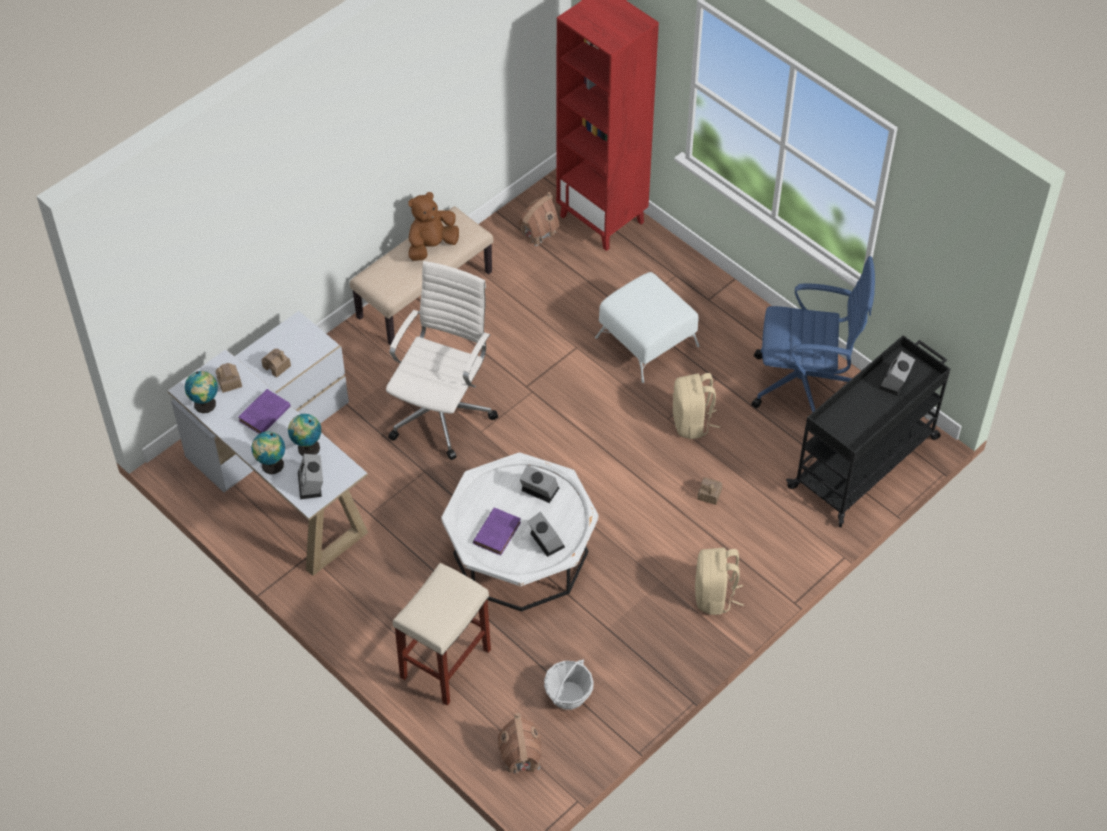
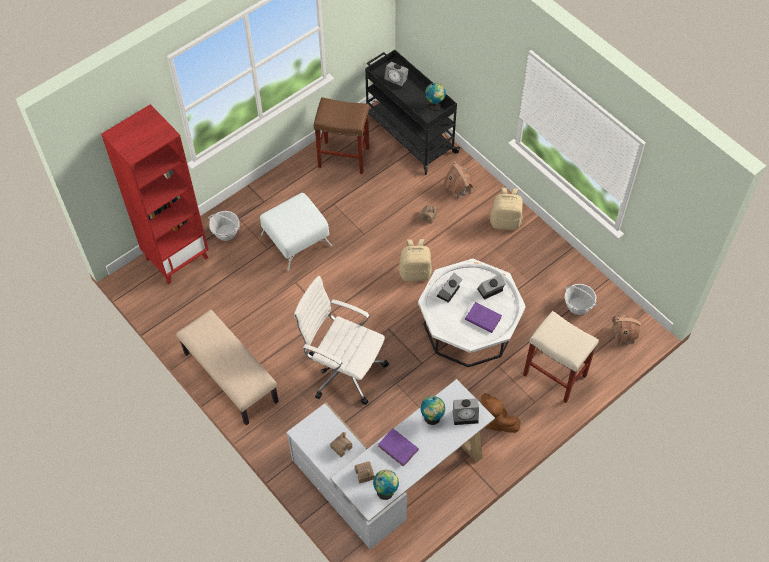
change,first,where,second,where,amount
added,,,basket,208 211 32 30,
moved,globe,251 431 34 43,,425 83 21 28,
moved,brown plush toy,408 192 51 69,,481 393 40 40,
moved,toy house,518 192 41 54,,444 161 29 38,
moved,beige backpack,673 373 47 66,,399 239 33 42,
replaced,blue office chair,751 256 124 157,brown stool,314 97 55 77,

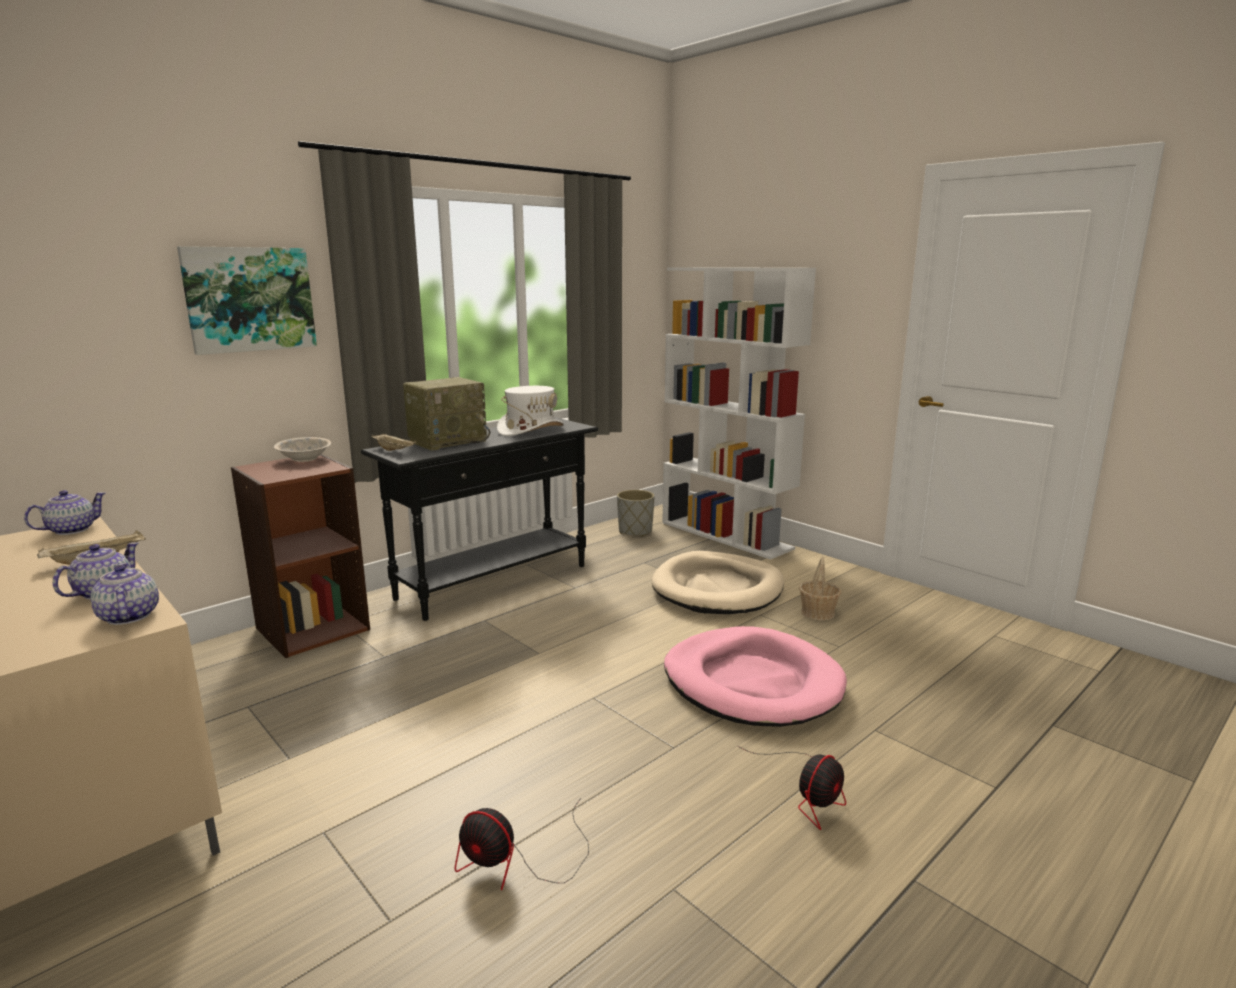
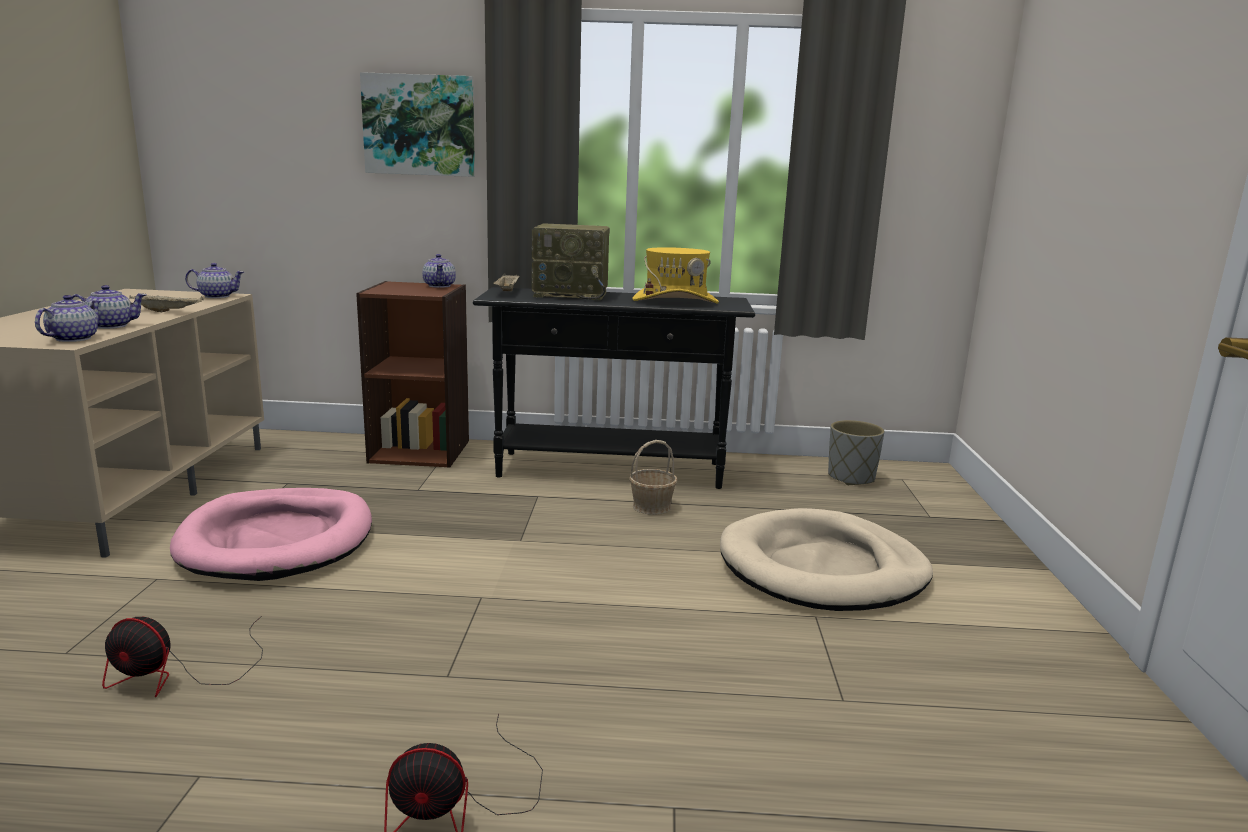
change,first,where,second,where,amount
removed,white bookcase,662 267 154 293,,,
moved,pink dog bed,664 626 183 101,,170 488 202 93,
moved,basket,799 556 42 65,,629 440 48 75,
replaced,beige bowl,274 437 57 25,teapot,422 254 34 34,
recoloured,white hat,497 386 67 50,yellow hat,632 247 87 57,
turned,fan,455 798 134 92,,102 616 161 81,60 degrees counterclockwise

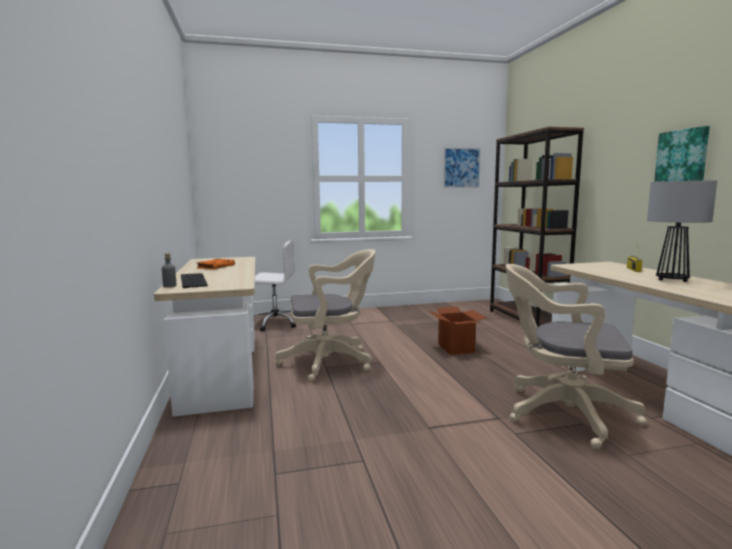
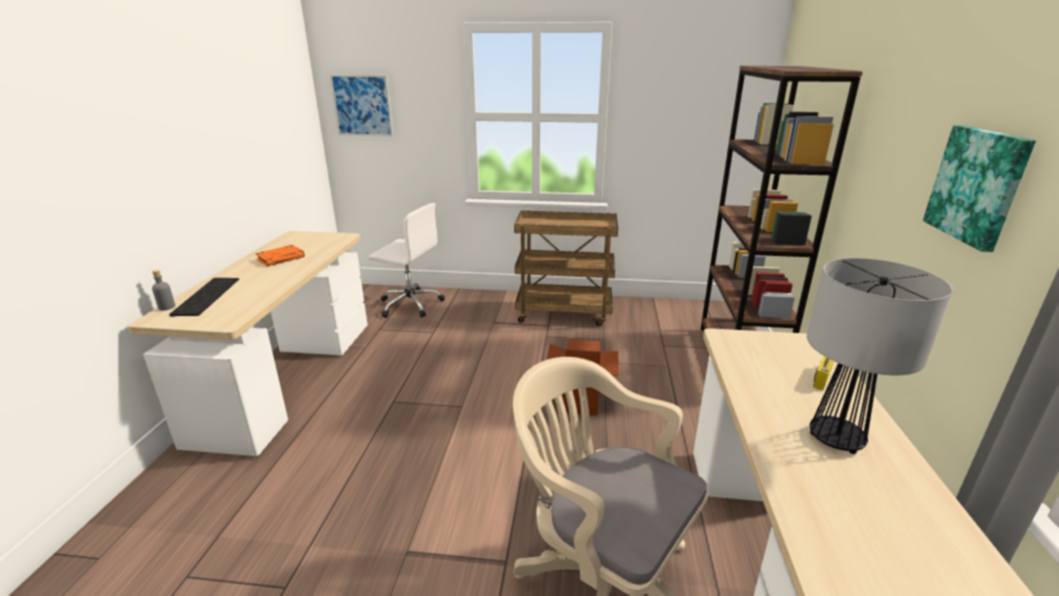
change,first,where,second,where,amount
removed,beige office chair,275 249 101 133,,,
added,,,brown cart,514 211 104 115,
moved,picture,443 147 38 41,,330 75 63 61,

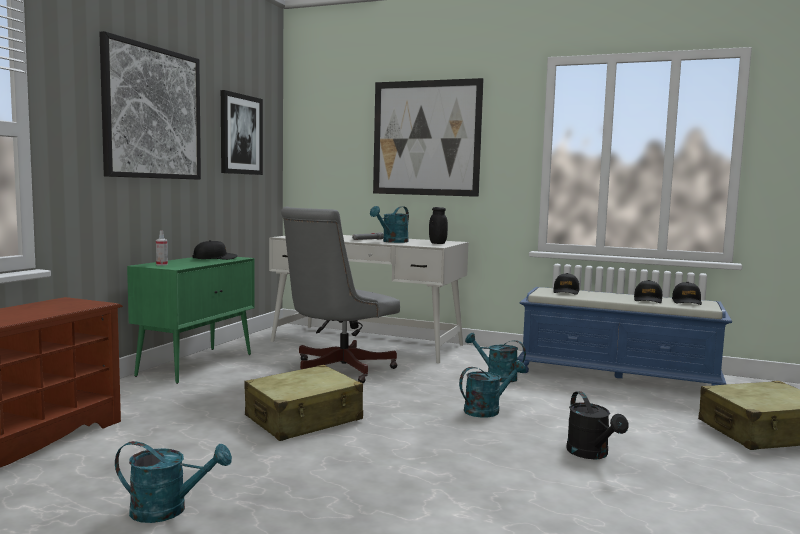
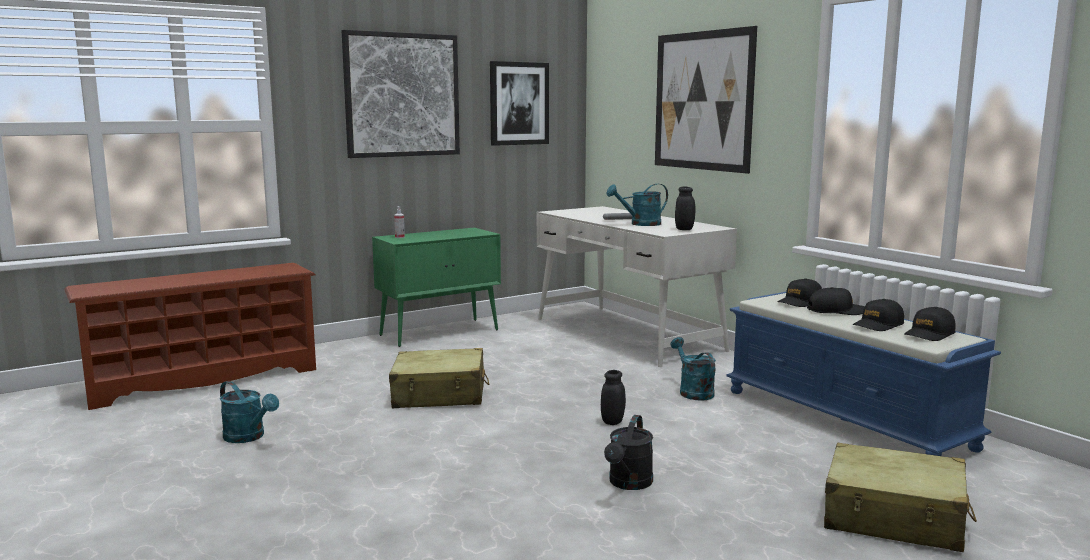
change,first,where,second,where,amount
removed,grey office chair,281 207 119 176,,,
moved,black cap,193 240 45 20,,807 287 58 28,
replaced,turquoise watering can,459 360 67 58,black jar,601 370 25 55,

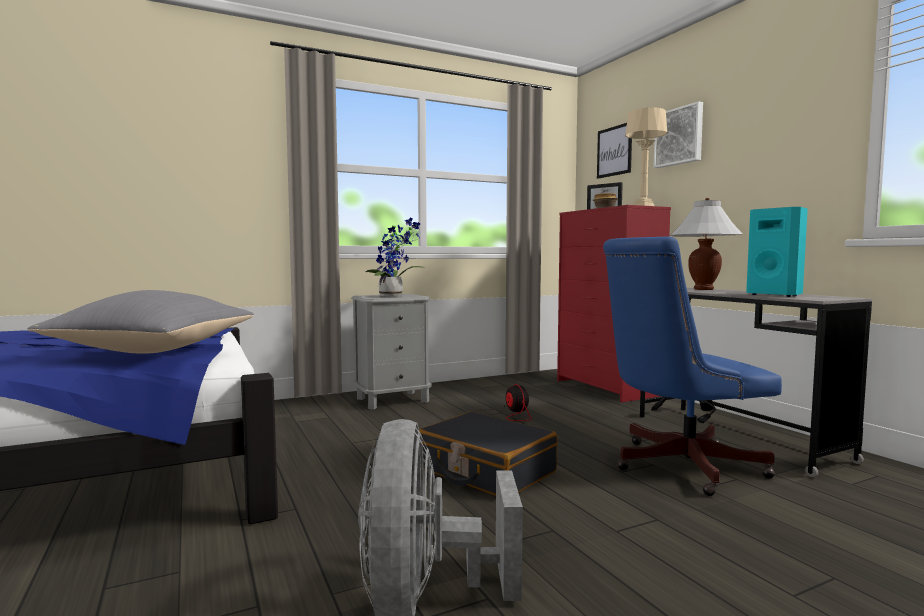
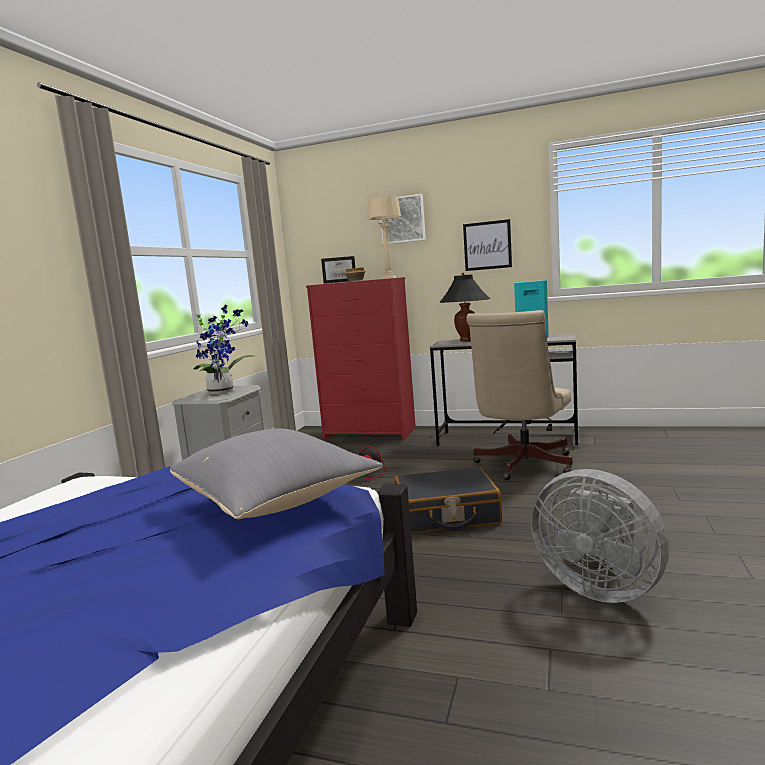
change,first,where,second,where,amount
moved,picture,597 123 35 56,,463 219 49 52,
recoloured,blue office chair,603 237 179 259,beige office chair,466 310 107 170,
recoloured,white table lamp,670 198 74 92,black table lamp,439 273 51 69,

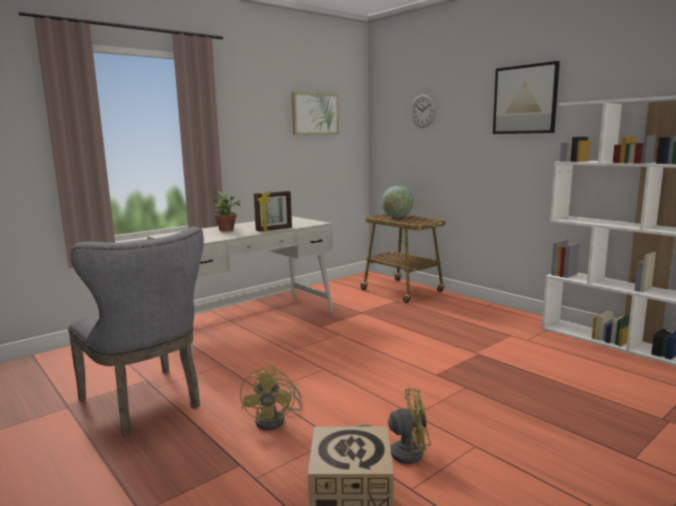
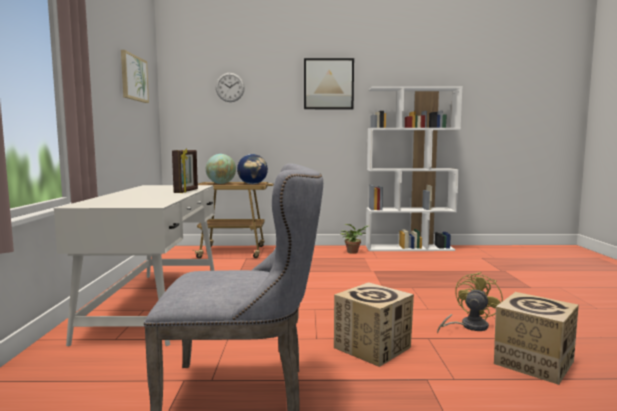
change,first,where,second,where,amount
added,,,globe,237 154 31 30,
moved,potted plant,212 191 29 40,,341 224 29 30,
replaced,yellow fan,240 365 63 65,cardboard box,334 282 80 85,

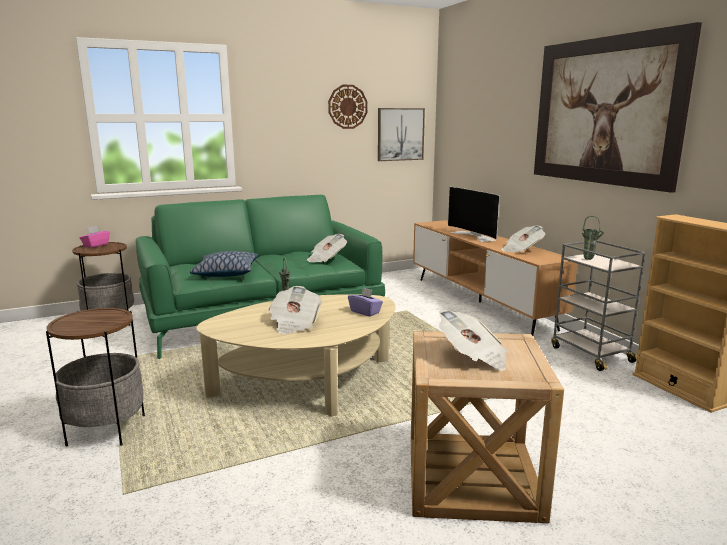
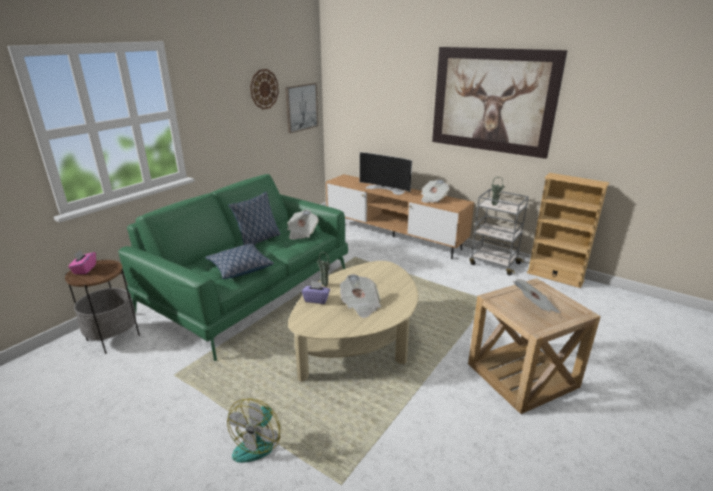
change,first,where,second,where,amount
added,,,pillow,228 192 53 53,
moved,purple tissue box,348 287 35 29,,302 281 28 23,
replaced,side table,46 308 99 139,fan,227 399 55 64,

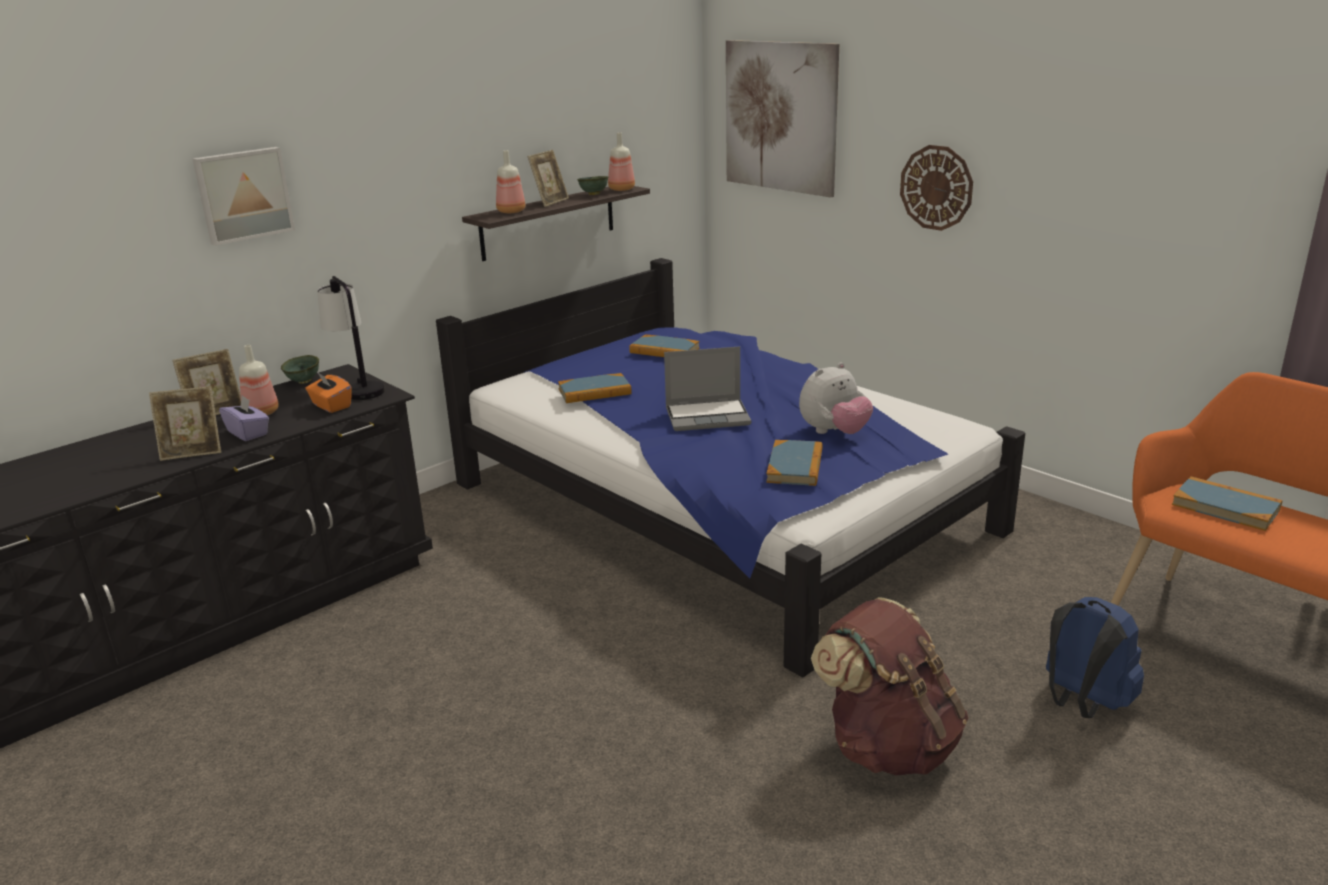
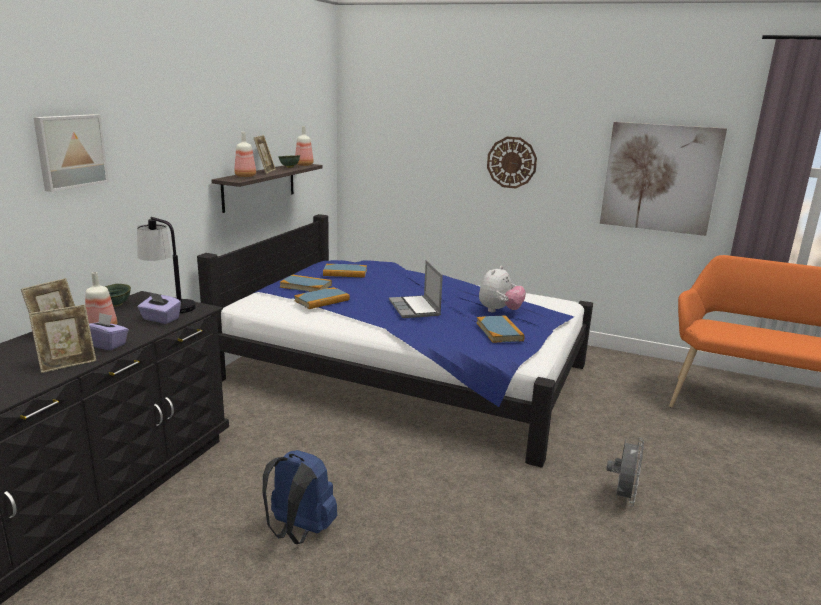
change,first,where,second,where,amount
moved,picture,726 40 113 158,,600 122 127 114,
moved,blue backpack,1046 597 98 121,,263 450 74 94,
moved,book,1172 476 111 55,,280 275 52 17,
replaced,brown backpack,811 597 158 178,grey fan,606 438 38 68,
recoloured,orange tissue box,306 372 46 41,purple tissue box,138 292 43 32,
turned,laptop,664 346 87 85,,389 260 54 58,105 degrees clockwise

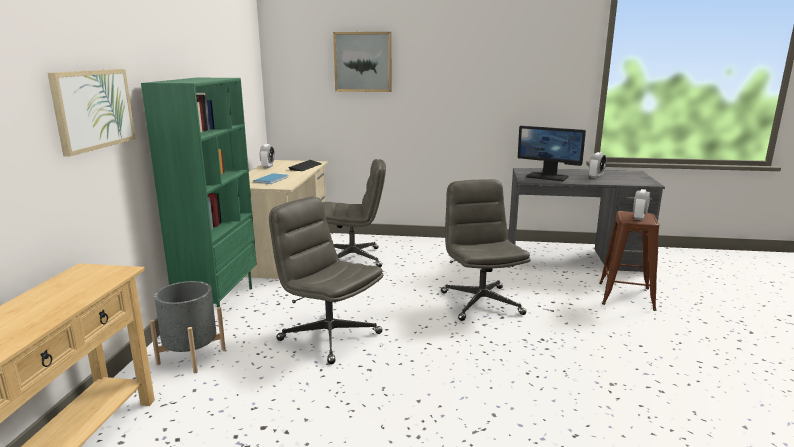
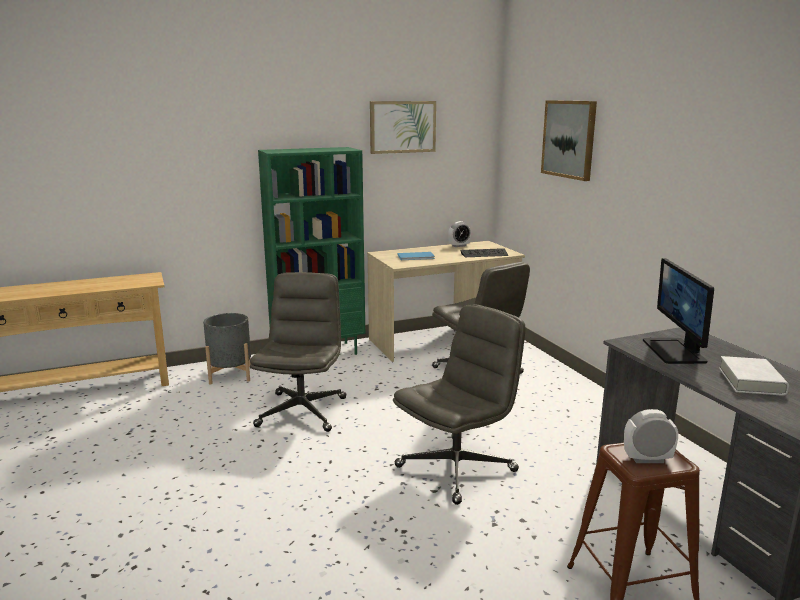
change,first,where,second,where,amount
moved,picture,48 69 88 88,,370 101 66 53,
replaced,alarm clock,589 152 17 27,white book,719 356 70 40,

